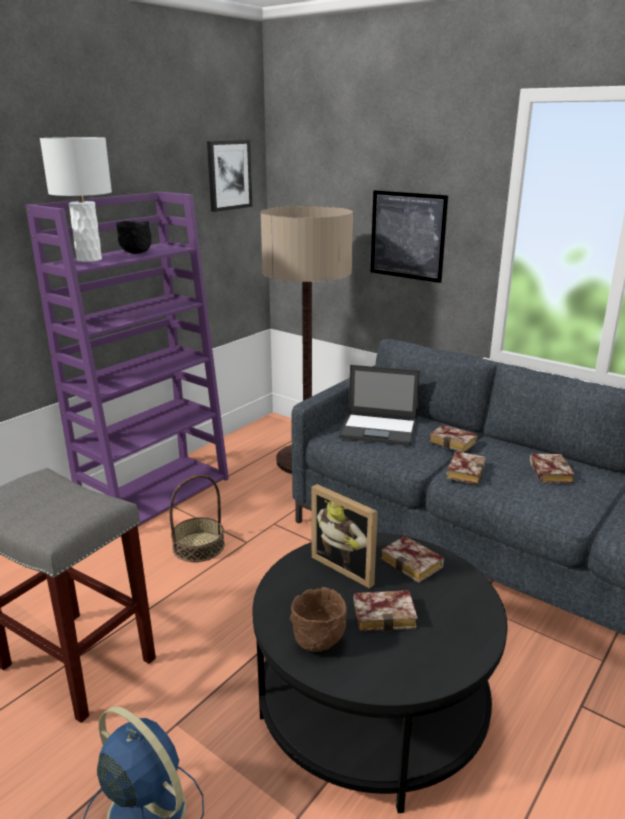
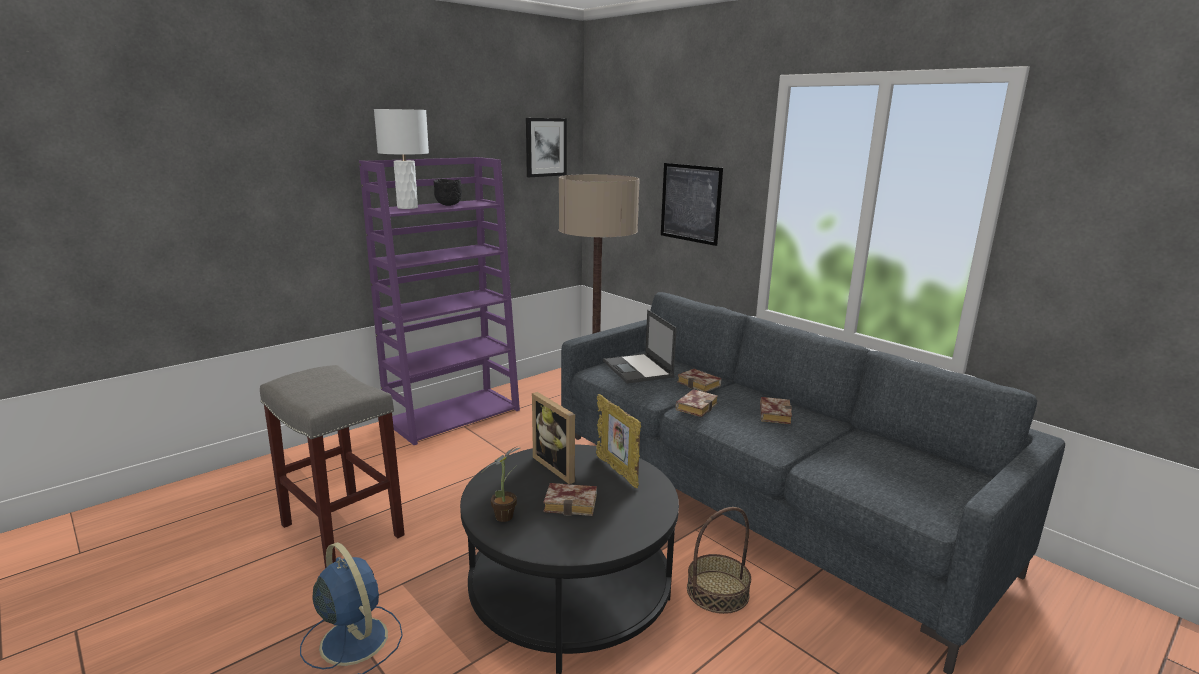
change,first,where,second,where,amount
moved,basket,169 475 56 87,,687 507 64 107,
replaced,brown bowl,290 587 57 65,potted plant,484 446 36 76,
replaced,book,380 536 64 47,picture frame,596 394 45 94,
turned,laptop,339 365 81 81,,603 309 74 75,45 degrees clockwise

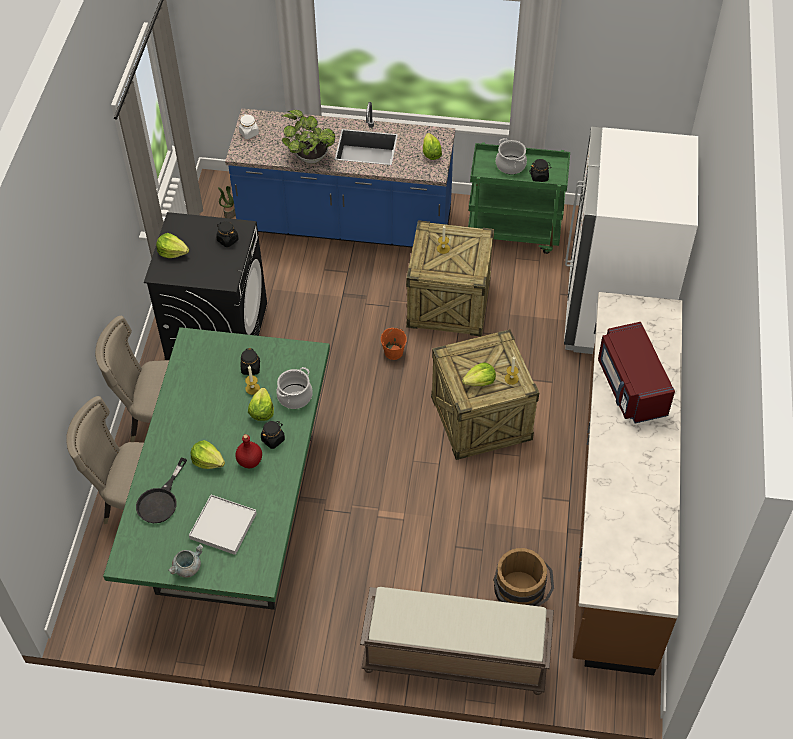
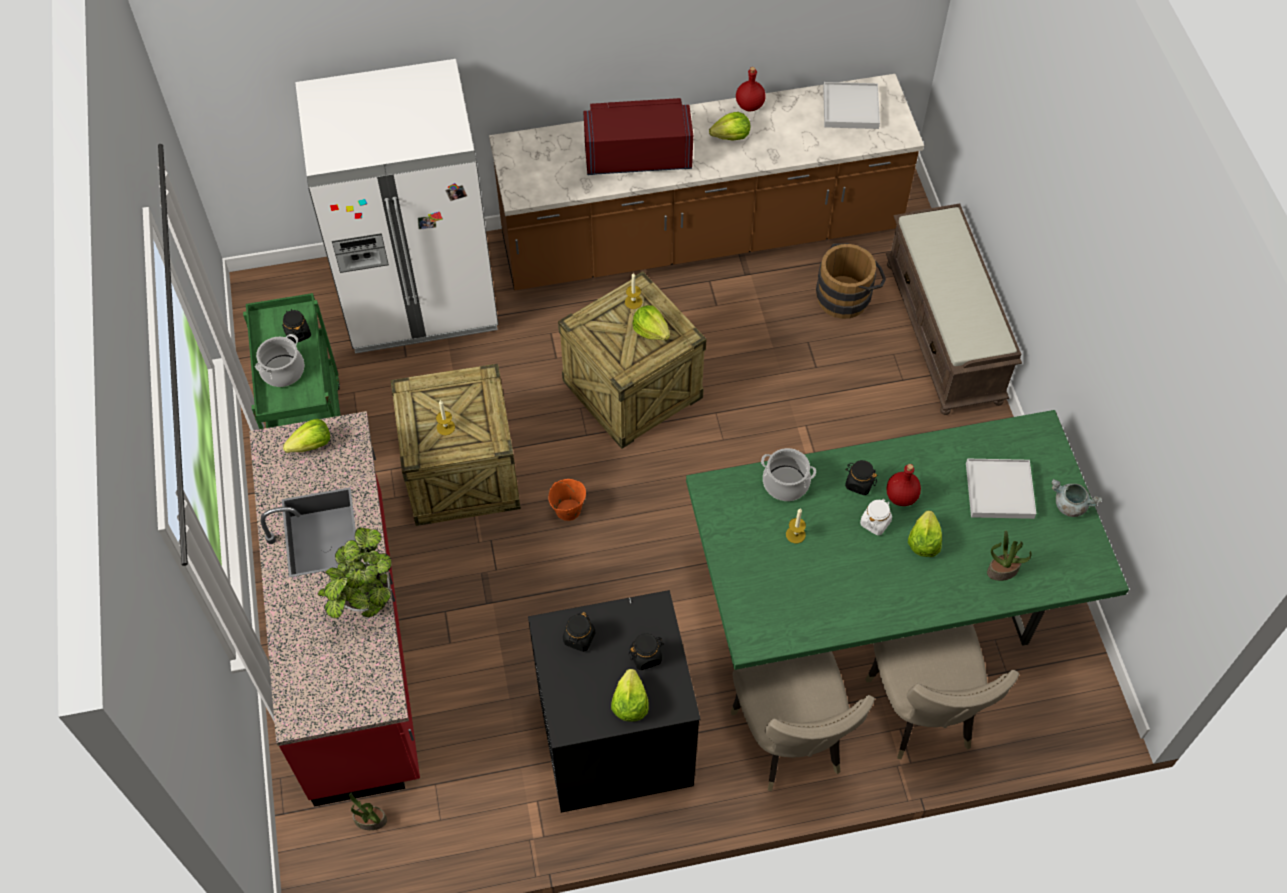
change,first,where,second,where,amount
added,,,red bottle,736 67 30 44,
added,,,white tray,823 82 57 47,
moved,white jar,239 114 20 25,,860 499 32 36,
moved,black jar,241 348 19 27,,628 633 36 37,
moved,lettuce,248 388 26 33,,709 112 41 29,
replaced,black frying pan,136 458 51 65,potted plant,987 531 44 50,
recoloured,blue counter,225 102 230 146,red counter,249 411 171 396,
turned,red microwave,598 322 77 101,,583 98 110 77,150 degrees counterclockwise

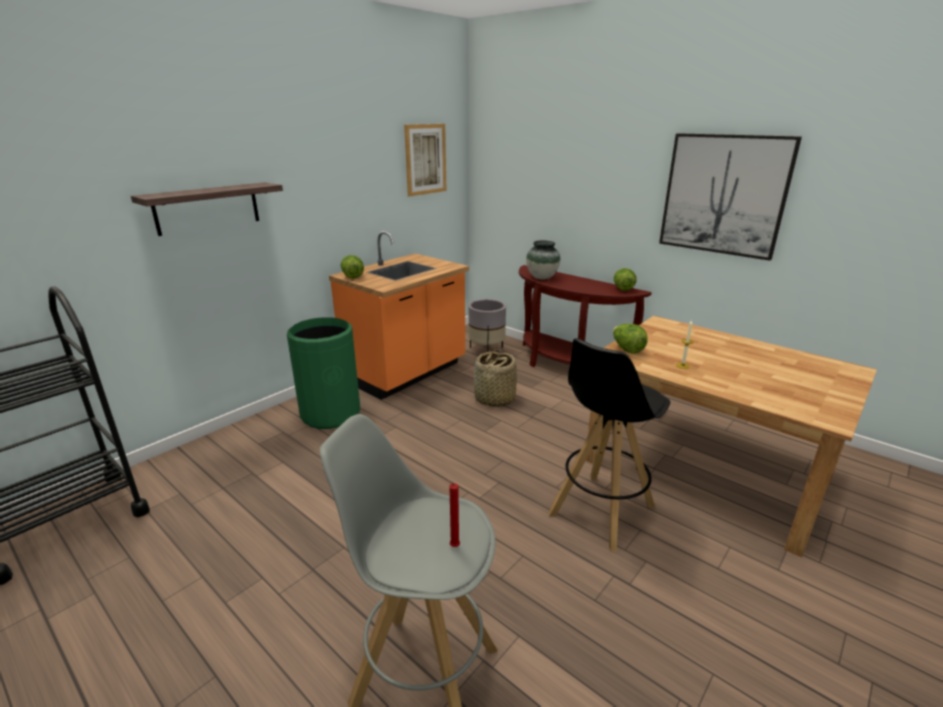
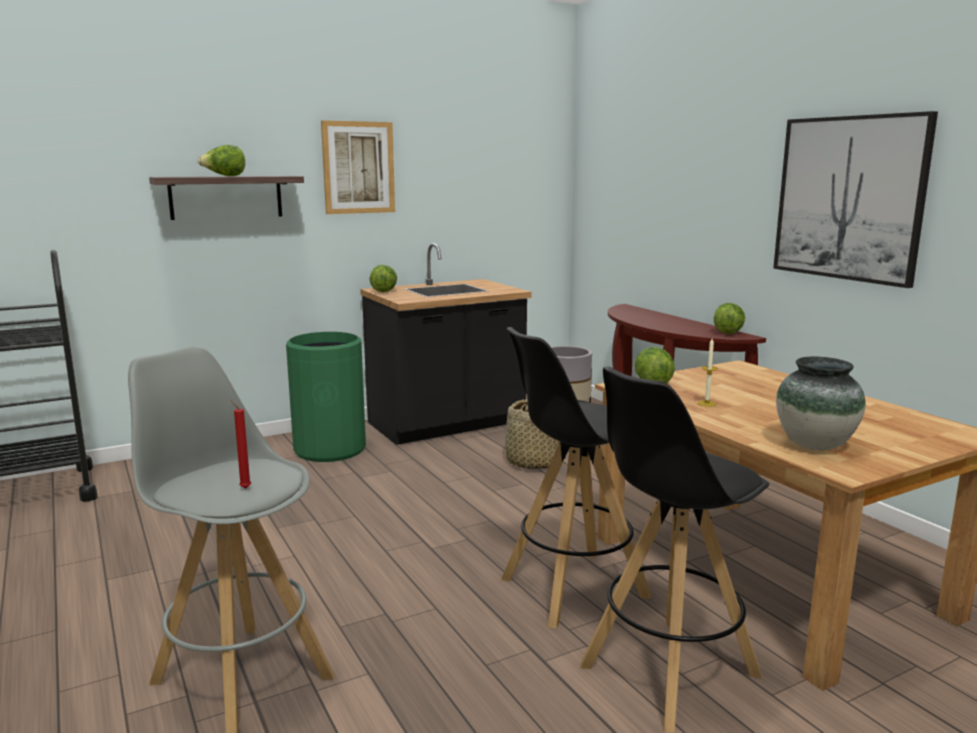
change,first,where,second,where,amount
added,,,lettuce,197 145 48 31,
added,,,black stool,580 367 190 366,
moved,picture,404 124 43 73,,321 120 74 94,
moved,vase,526 240 34 40,,776 357 90 94,
recoloured,orange counter,329 231 140 169,black counter,360 243 172 202,

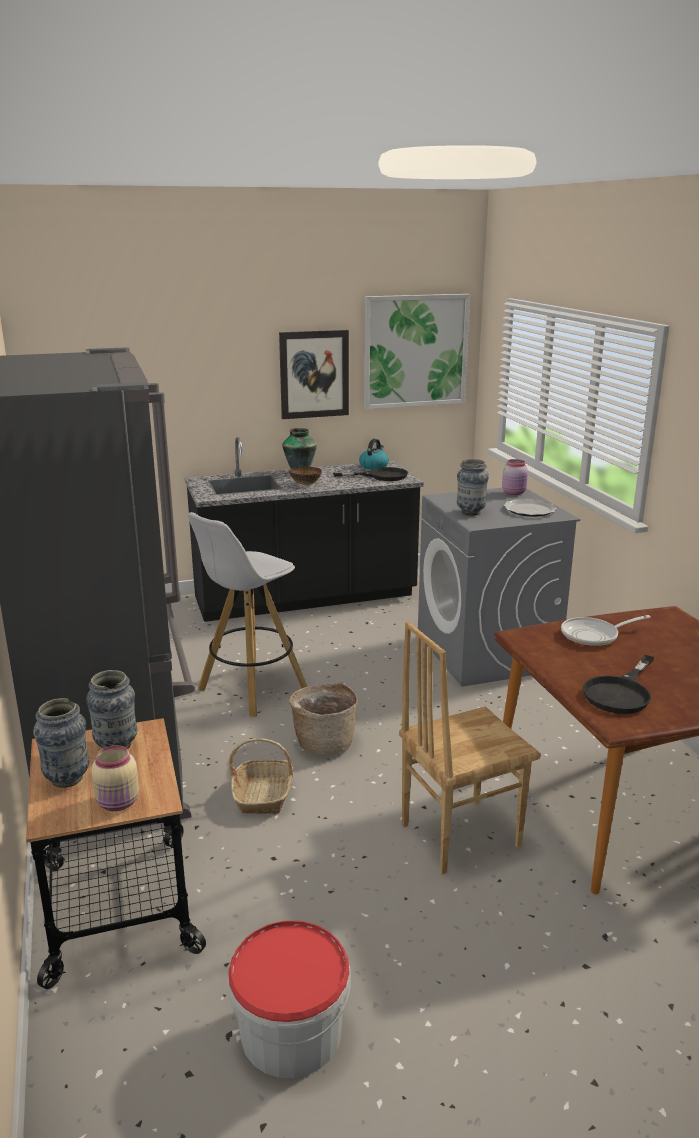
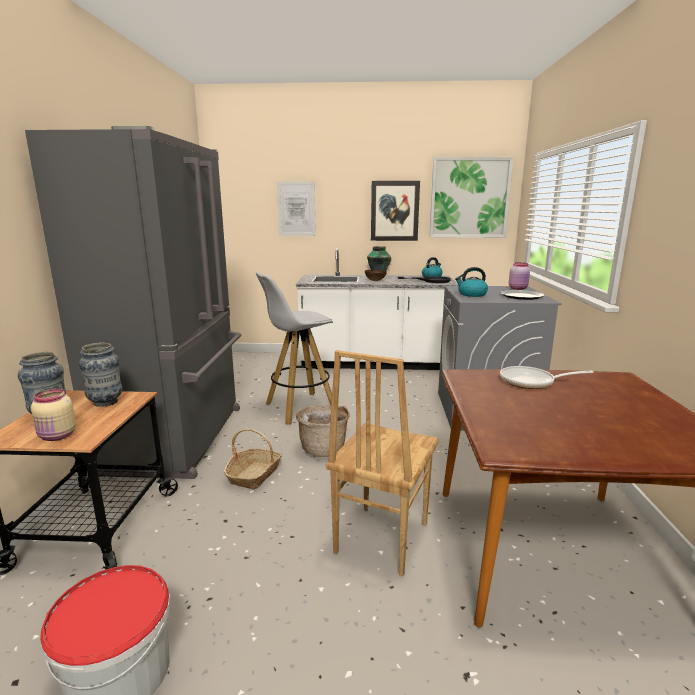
change,first,where,second,where,amount
removed,black frying pan,583 655 71 59,,,
added,,,picture,277 181 39 55,
replaced,vase,457 459 32 57,kettle,455 267 33 30,
recoloured,black counter,185 437 239 185,white counter,296 249 163 121,
turned,brown chair,399 622 142 252,,326 350 113 226,60 degrees counterclockwise

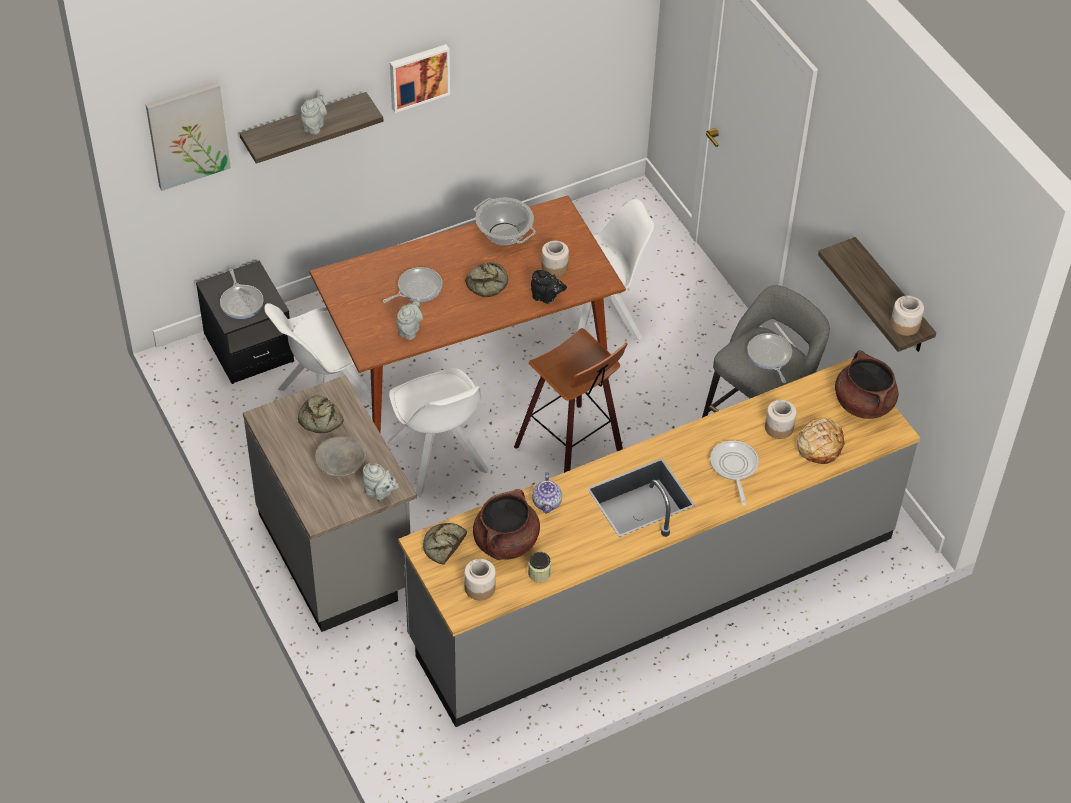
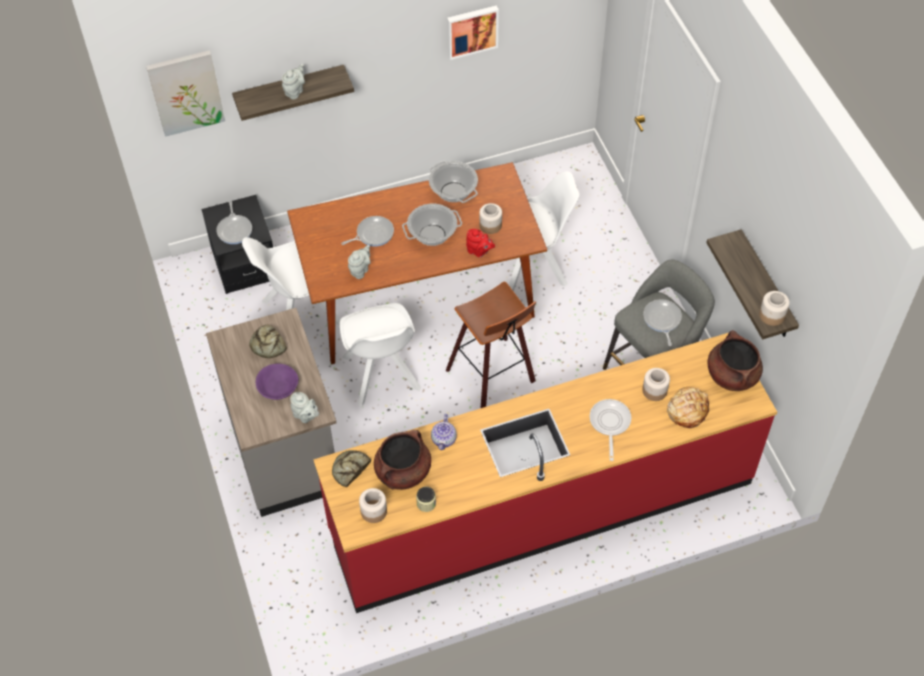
change,first,where,second,where,amount
moved,picture,390 44 60 69,,447 6 52 54,
replaced,bread,465 262 43 35,cooking pot,402 204 60 42,
recoloured,grey bowl,315 436 51 41,purple bowl,256 364 43 36,
recoloured,grey counter,398 357 522 370,red counter,313 333 464 280,
recoloured,black teapot,531 270 36 34,red teapot,466 229 29 28,

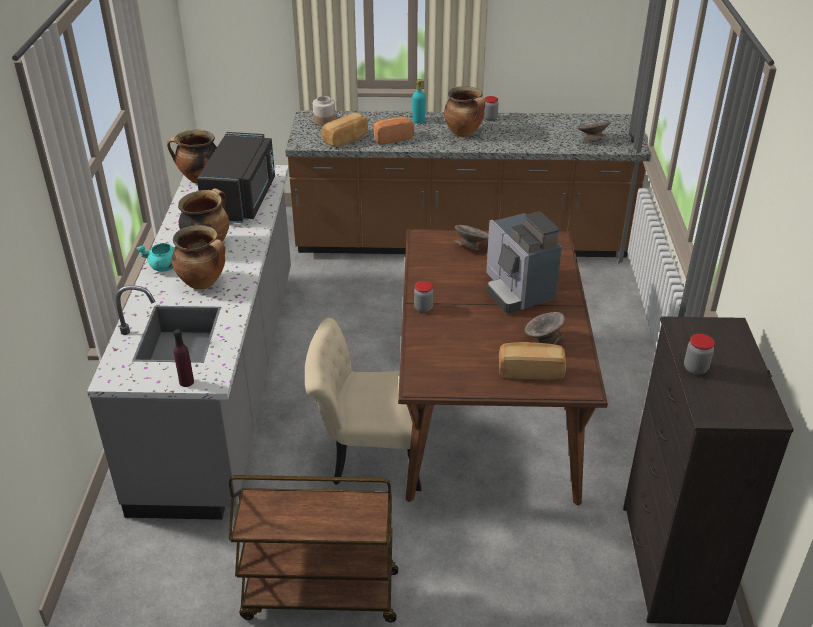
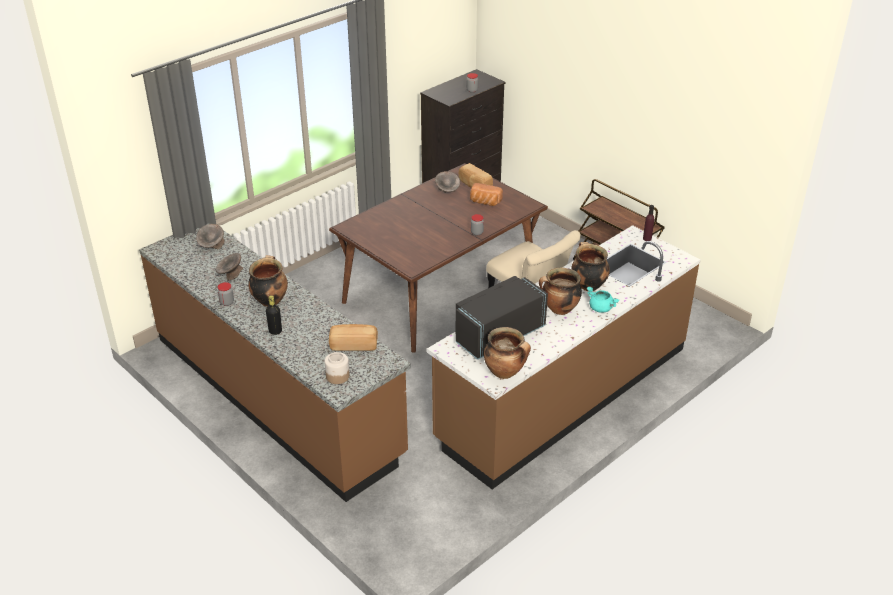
change,first,where,second,where,amount
removed,coffee machine,486 212 76 101,,,
moved,bread,373 117 41 28,,470 183 33 23,
moved,grey bowl,454 225 35 25,,216 253 27 28,
recoloured,grey counter,87 165 204 355,brown counter,427 225 274 264,
recoloured,turquoise bottle,412 80 14 43,black bottle,266 295 16 40,

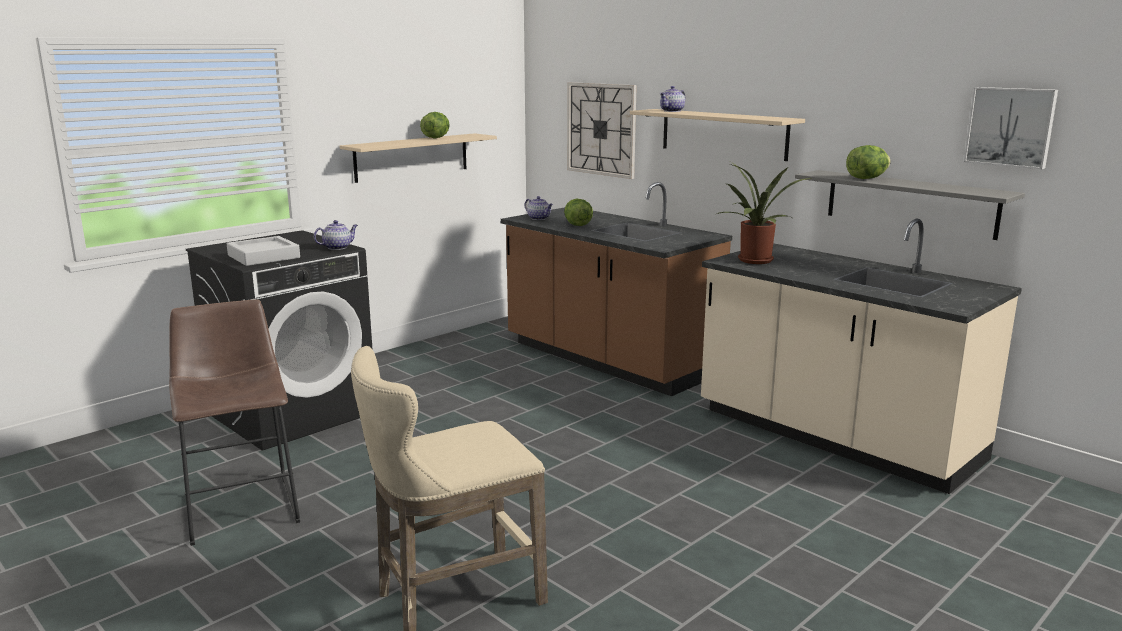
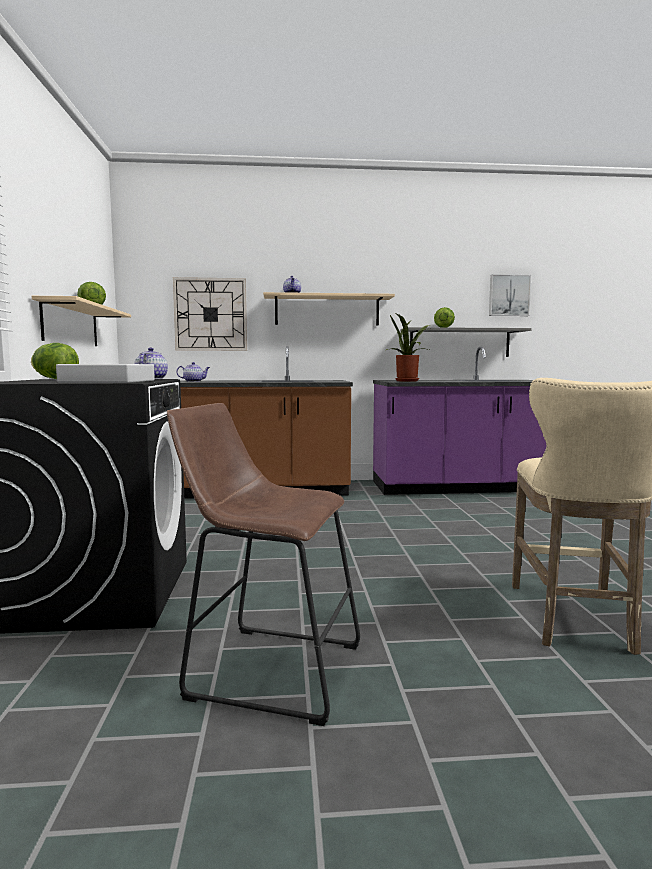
change,first,where,second,where,amount
moved,lettuce,564 199 29 27,,31 343 48 36,
recoloured,beige counter,701 218 321 276,purple counter,373 347 173 148,

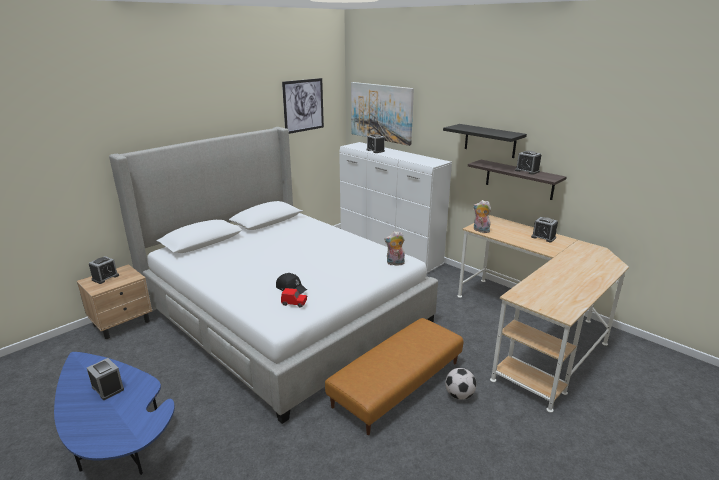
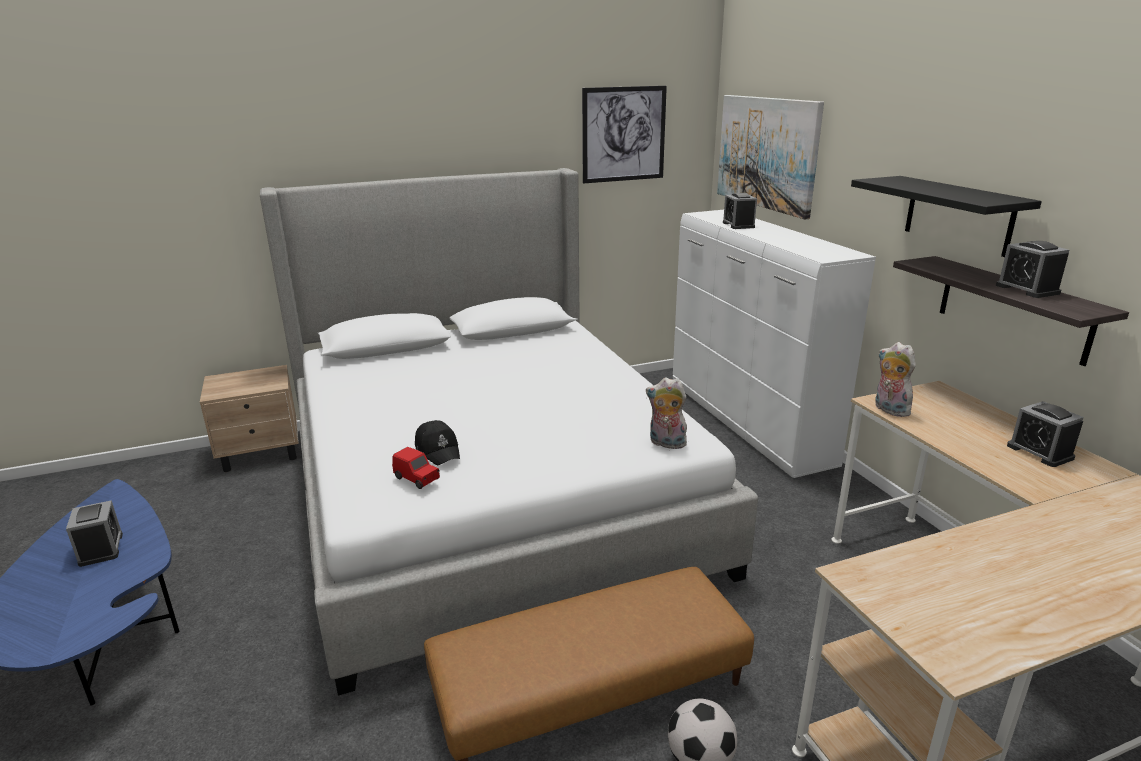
change,first,where,second,where,amount
removed,alarm clock,89 256 30 28,,,

